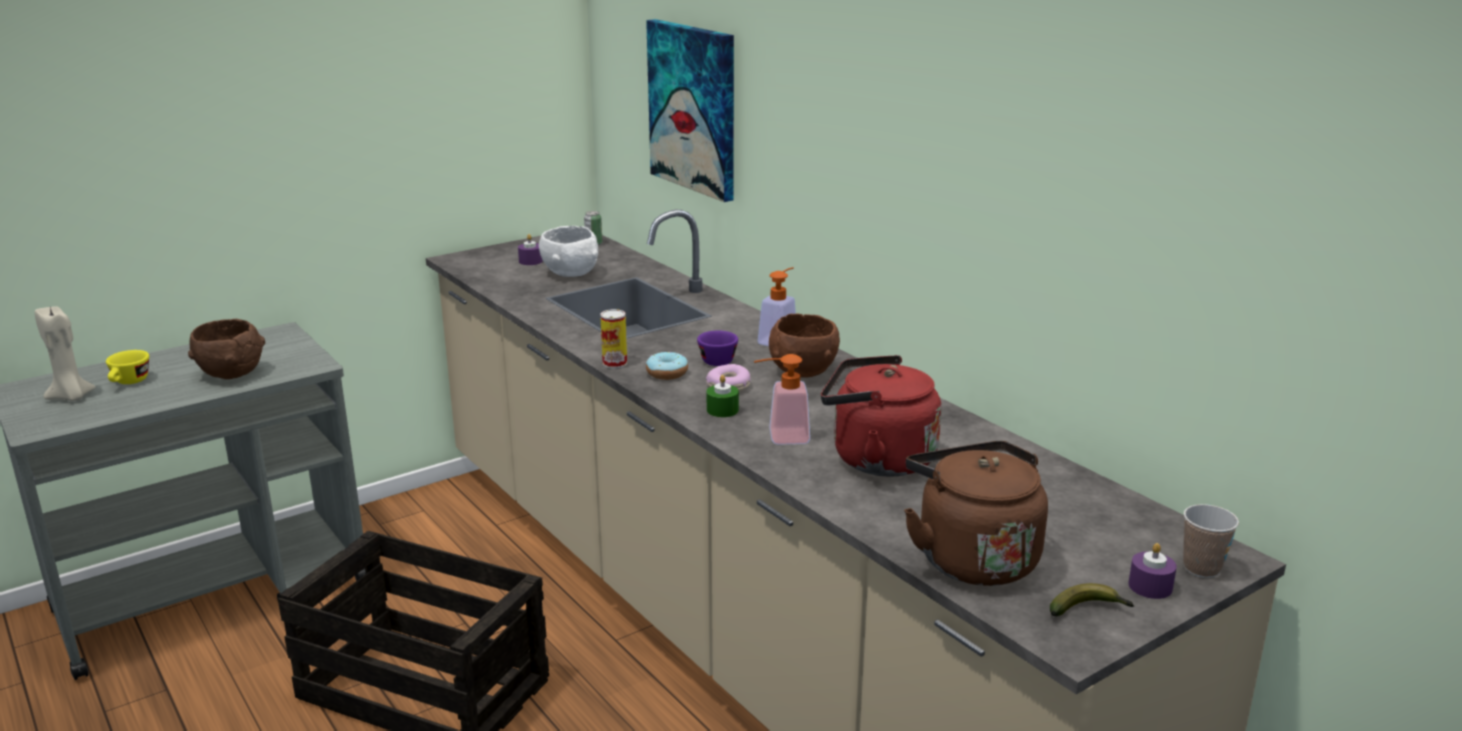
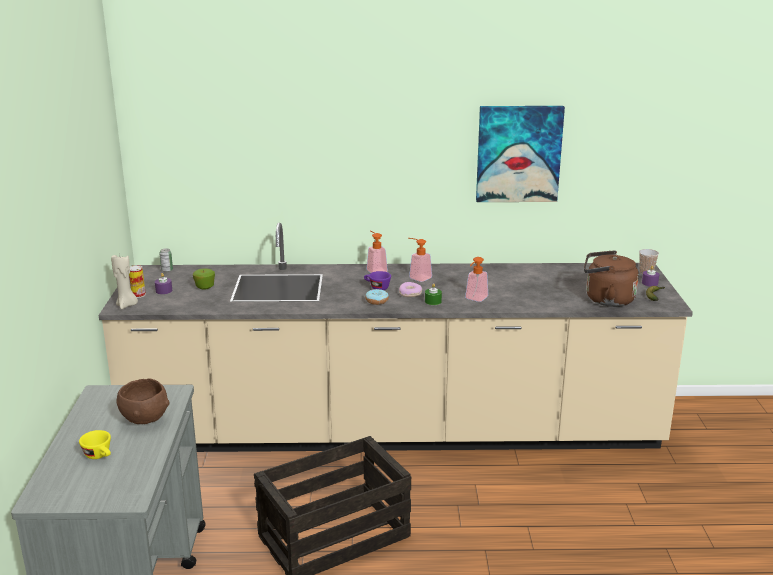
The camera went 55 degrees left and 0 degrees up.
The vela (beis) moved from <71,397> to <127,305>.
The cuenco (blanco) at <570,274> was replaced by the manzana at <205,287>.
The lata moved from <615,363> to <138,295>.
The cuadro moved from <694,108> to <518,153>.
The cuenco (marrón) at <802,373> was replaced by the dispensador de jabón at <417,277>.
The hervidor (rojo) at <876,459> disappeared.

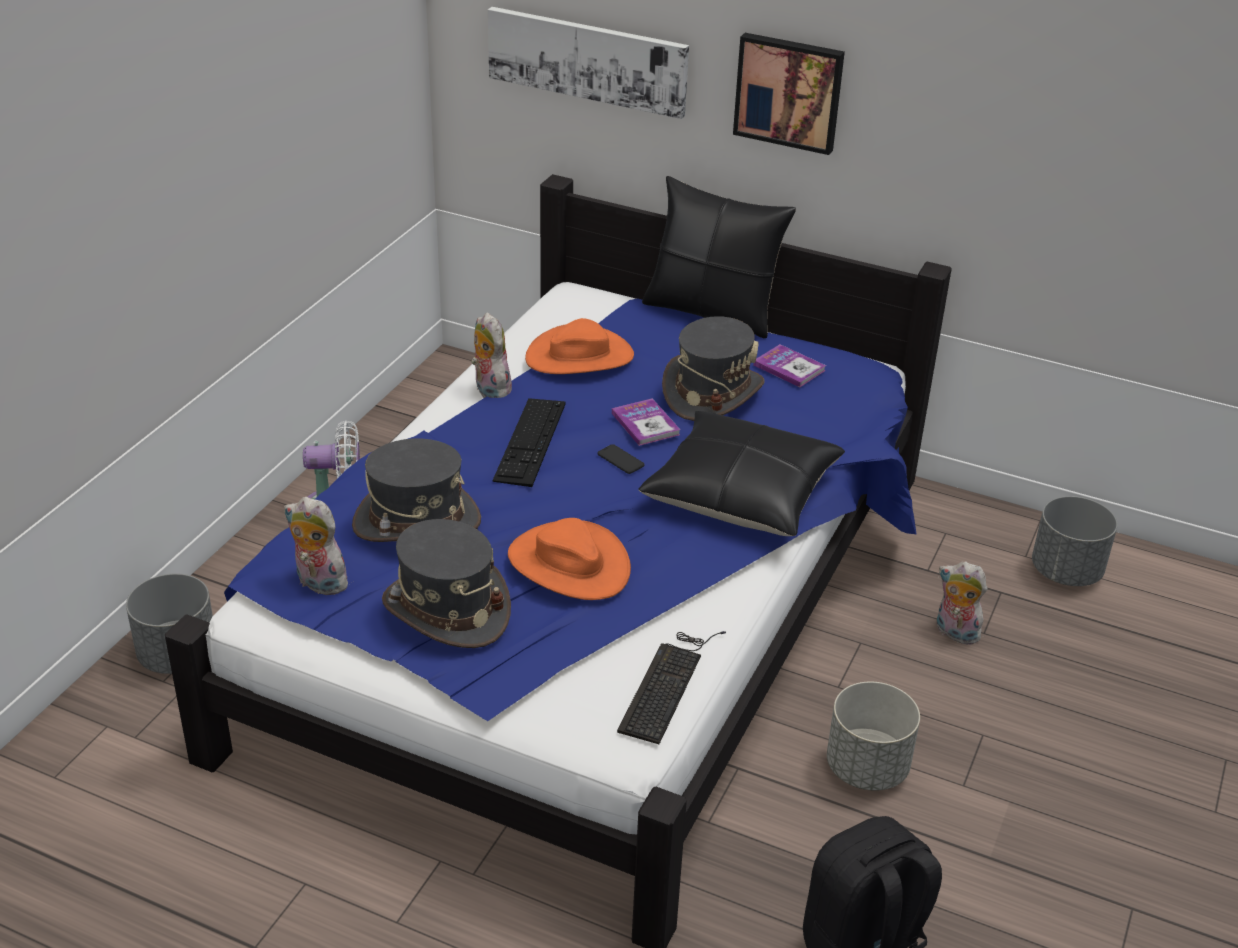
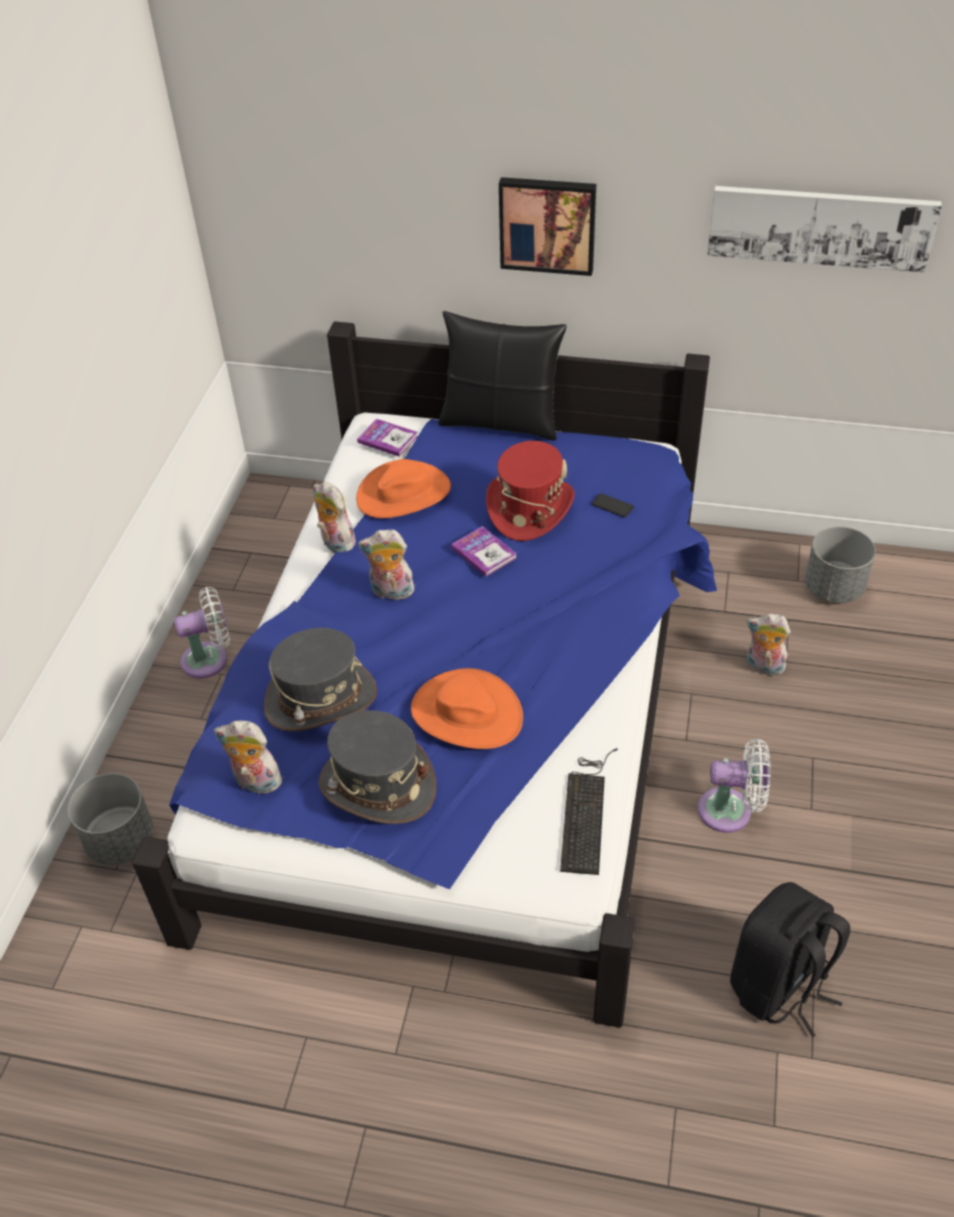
The camera went 10 degrees left and 10 degrees up.
The cuadro moved from <588,60> to <820,226>.
The teclado at <530,441> was replaced by the peluche at <391,592>.
The móvil moved from <620,460> to <612,506>.
The cojín (negro) at <741,493> disappeared.
The sombrero (gris) at <712,393> became the sombrero (rojo) at <529,508>.
The libro moved from <789,367> to <388,439>.
The maceta (gris) at <866,767> was replaced by the ventilador (blanco) at <731,811>.

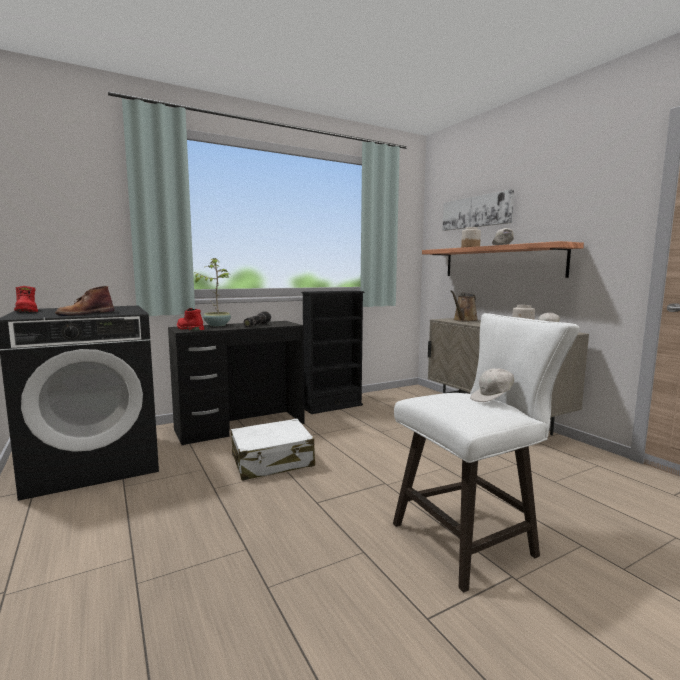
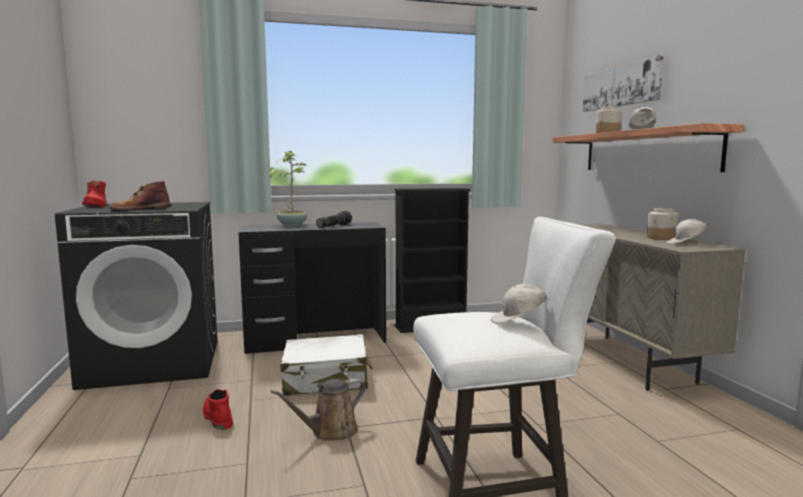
The camera went 15 degrees right and 0 degrees up.
The bota (rojo) moved from <189,329> to <216,417>.
The regadera (marrón) moved from <464,320> to <330,432>.

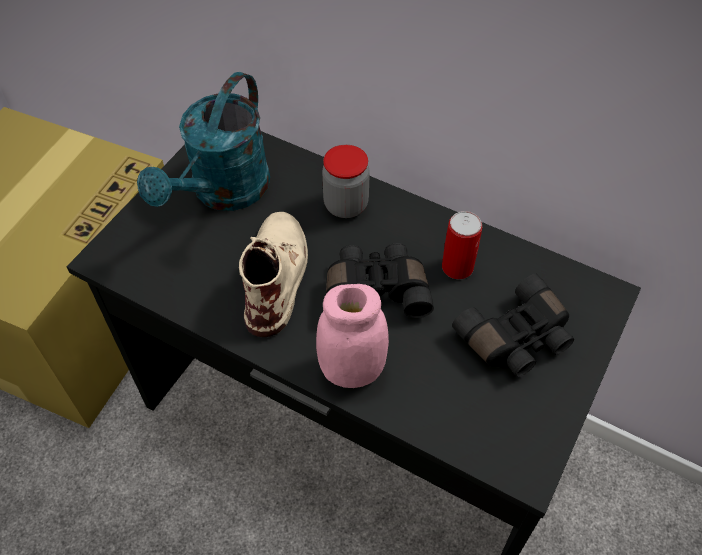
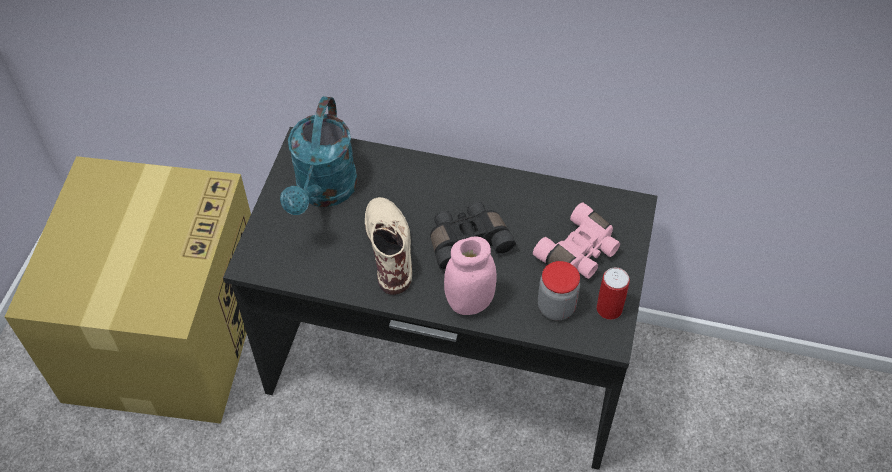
The camera went 15 degrees left and 0 degrees up.
The tarro moved from <346,205> to <556,307>.
The lata moved from <457,267> to <609,309>.
The prismáticos (negro) at <517,339> became the prismáticos (rosa) at <580,253>.

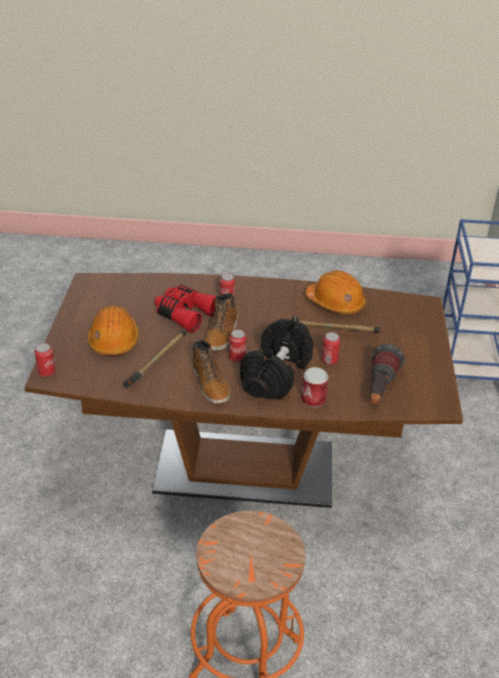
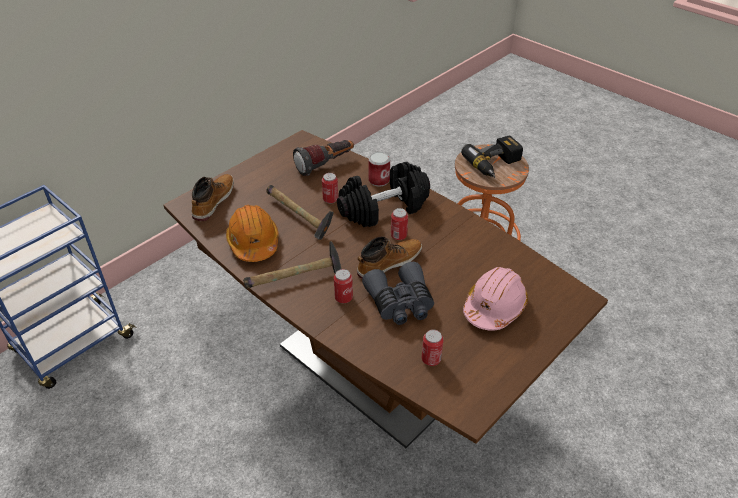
The camera went 140 degrees left and 5 degrees up.
The lata moved from <46,372> to <431,359>.
The casco (naranja) at <114,340> became the casco (rosa) at <494,307>.
The martillo moved from <155,367> to <296,278>.
The prismáticos (rojo) at <185,314> became the prismáticos (gris) at <400,303>.
The bota moved from <211,384> to <213,201>.
The taladro at <495,165> appeared.

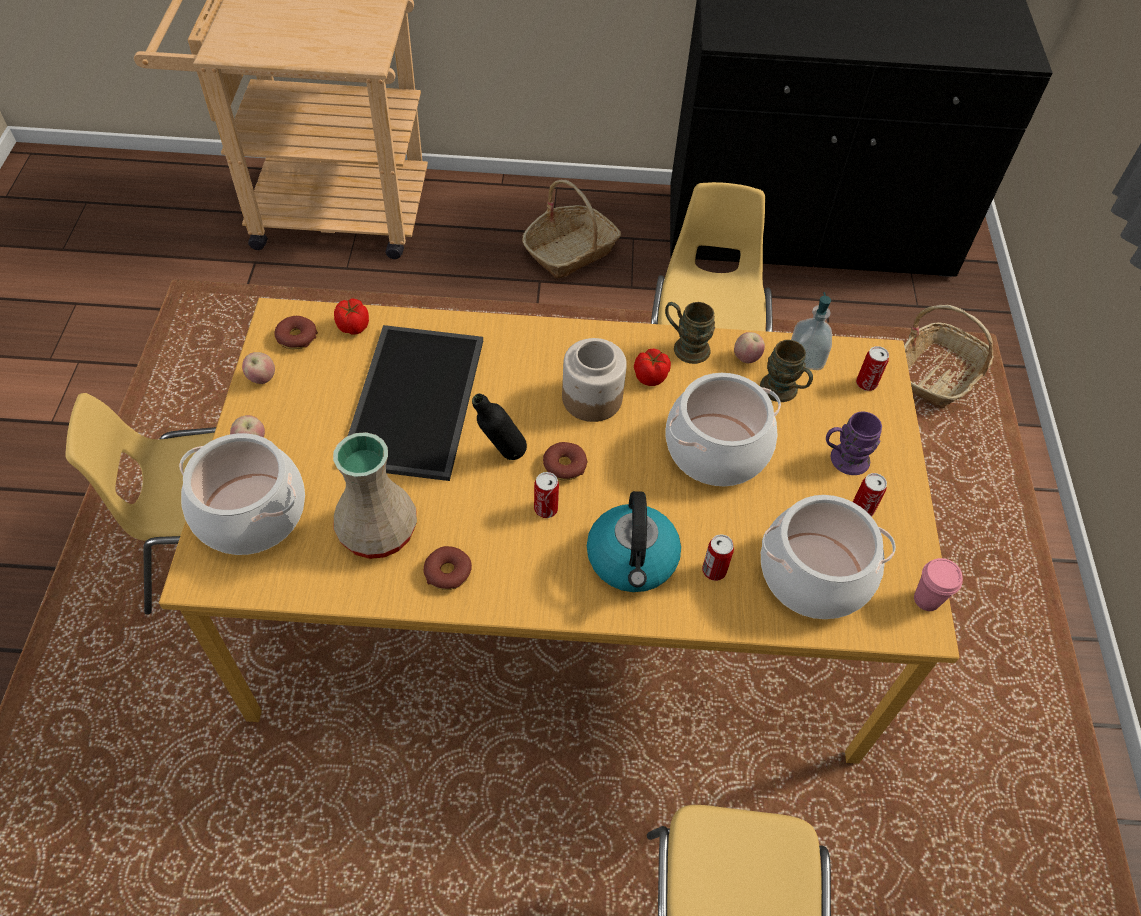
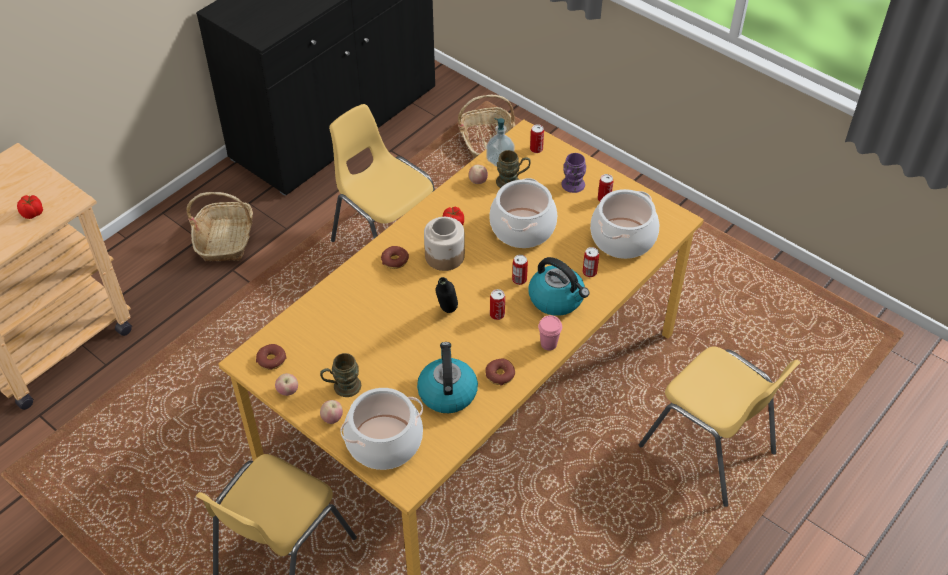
The camera went 50 degrees left and 5 degrees down.
The florero (beis) at <376,531> was replaced by the hervidor at <447,392>.
The tomate moved from <353,327> to <33,213>.
The bandeja at <412,399> disappeared.
The rosquilla moved from <564,466> to <395,260>.
The taza grande (marrón) moved from <685,347> to <342,388>.
The taza (rosa) moved from <927,599> to <548,344>.
The lata at <519,280> appeared.

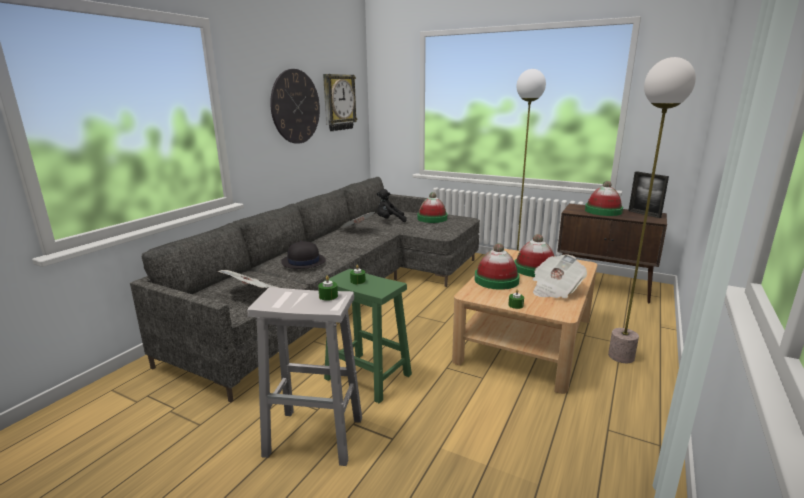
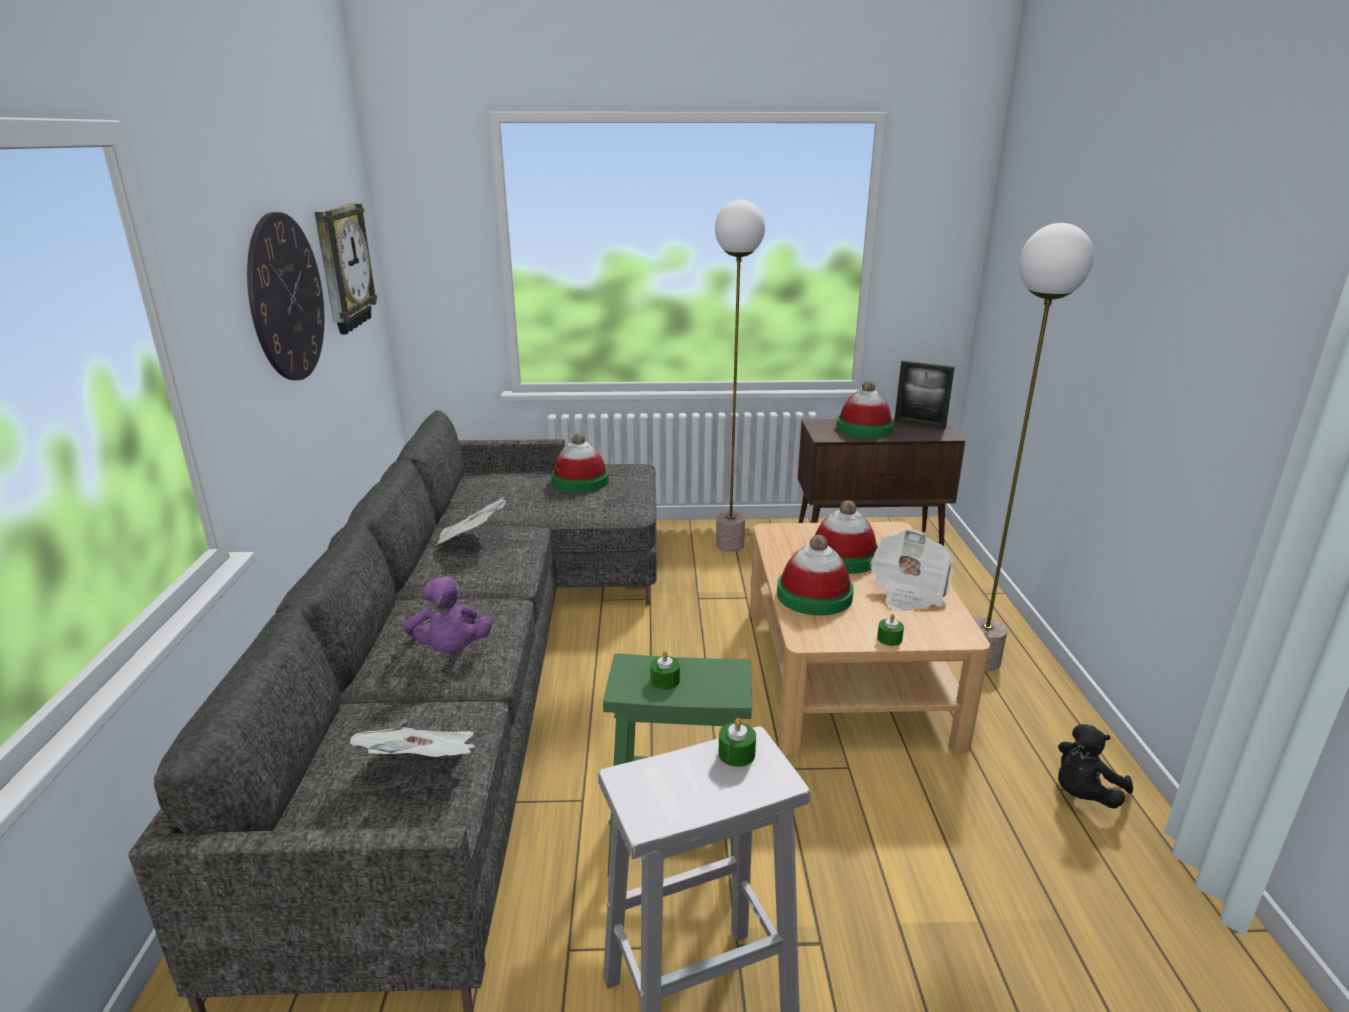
The camera went 30 degrees left and 5 degrees up.
The sombrero (negro) at <303,262> was replaced by the peluche (morado) at <450,650>.
The peluche (negro) moved from <389,221> to <1083,794>.

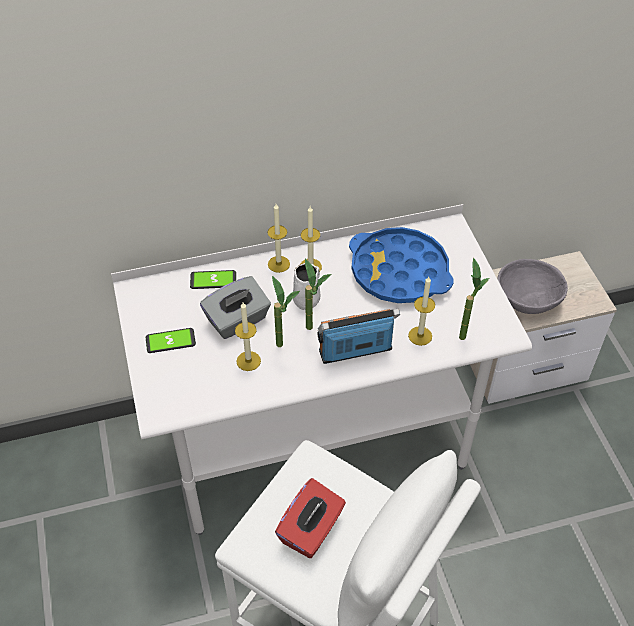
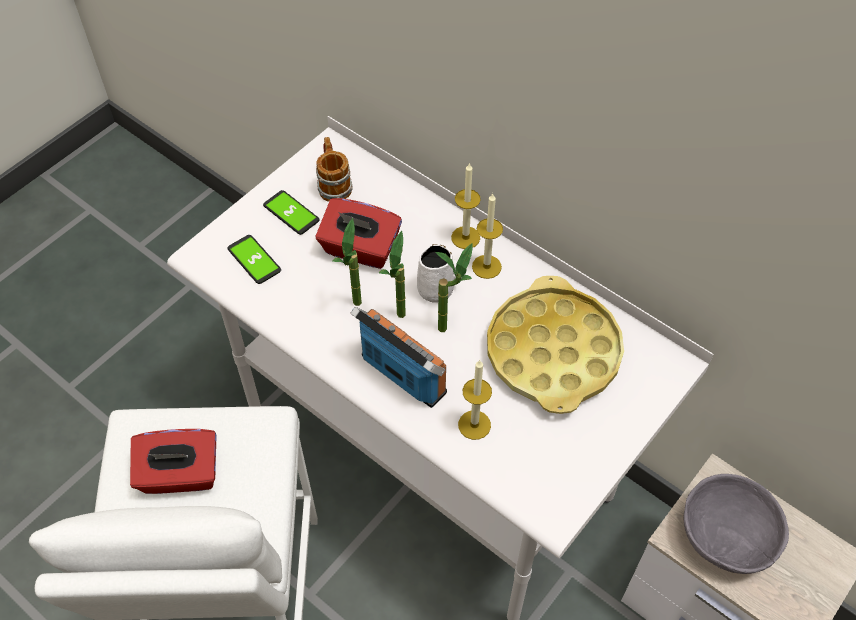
The camera went 55 degrees right and 5 degrees up.
The móvil moved from <213,280> to <254,260>.
The caja de pañuelos (gris) at <237,320> became the caja de pañuelos (rojo) at <360,249>.
The vela at <248,361> disappeared.
The bandeja (azul) at <399,272> became the bandeja (amarillo) at <552,352>.
The planta en maceta moved from <463,331> to <451,326>.
The taza grande at <334,184> appeared.

